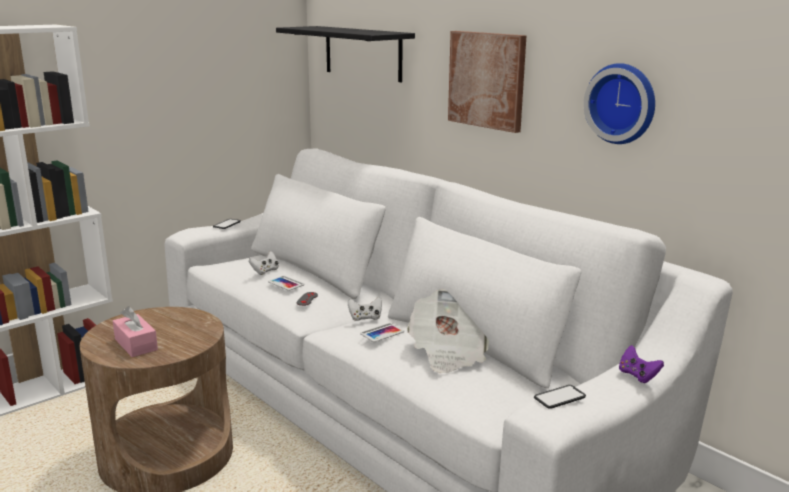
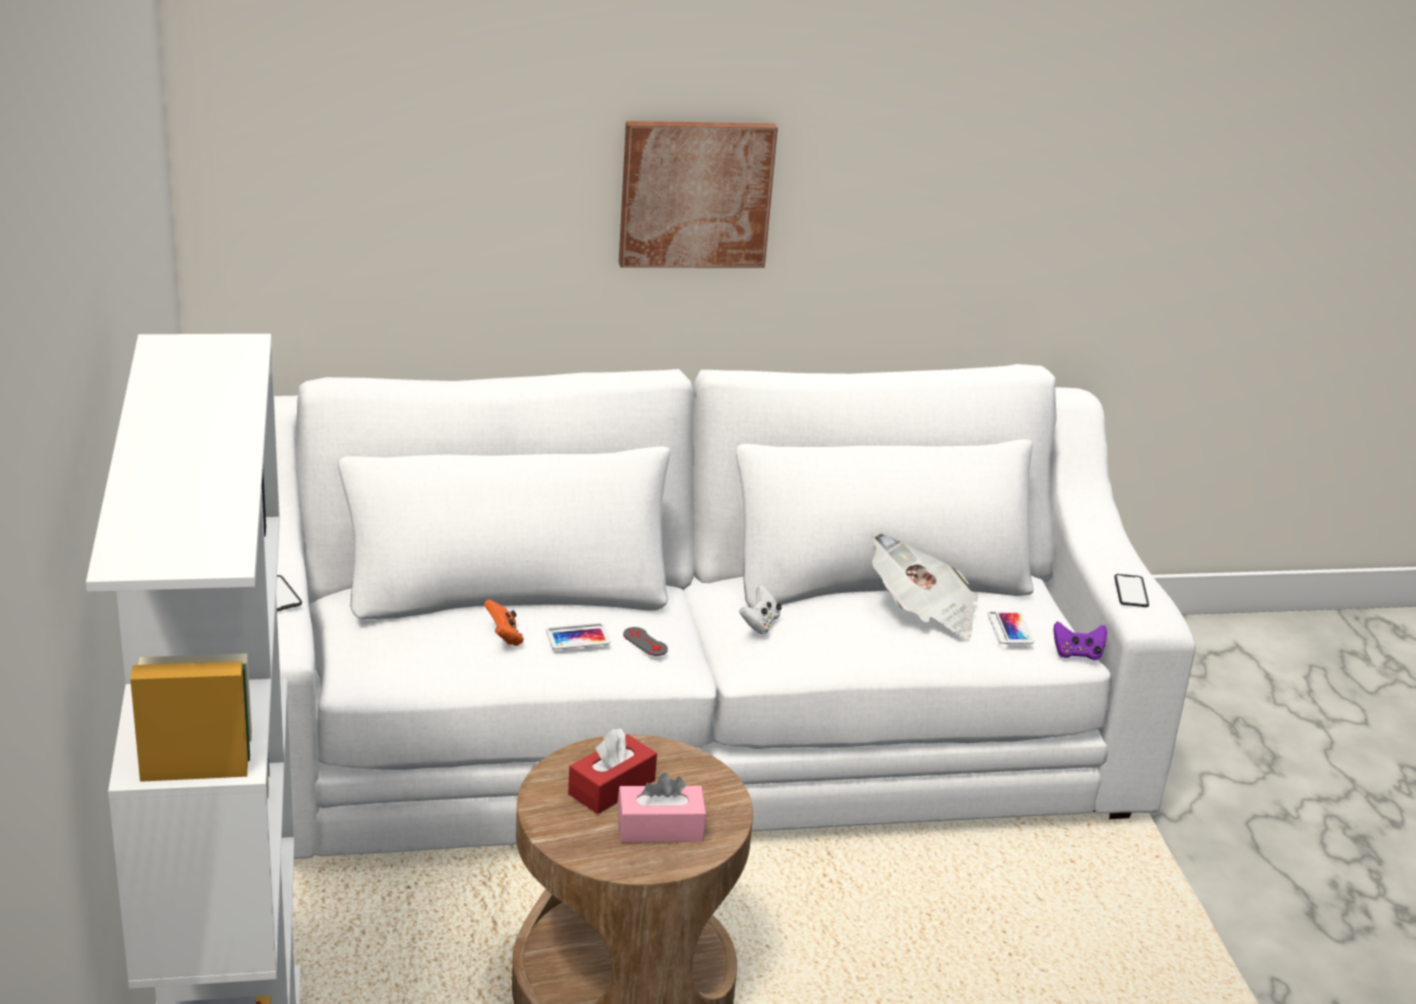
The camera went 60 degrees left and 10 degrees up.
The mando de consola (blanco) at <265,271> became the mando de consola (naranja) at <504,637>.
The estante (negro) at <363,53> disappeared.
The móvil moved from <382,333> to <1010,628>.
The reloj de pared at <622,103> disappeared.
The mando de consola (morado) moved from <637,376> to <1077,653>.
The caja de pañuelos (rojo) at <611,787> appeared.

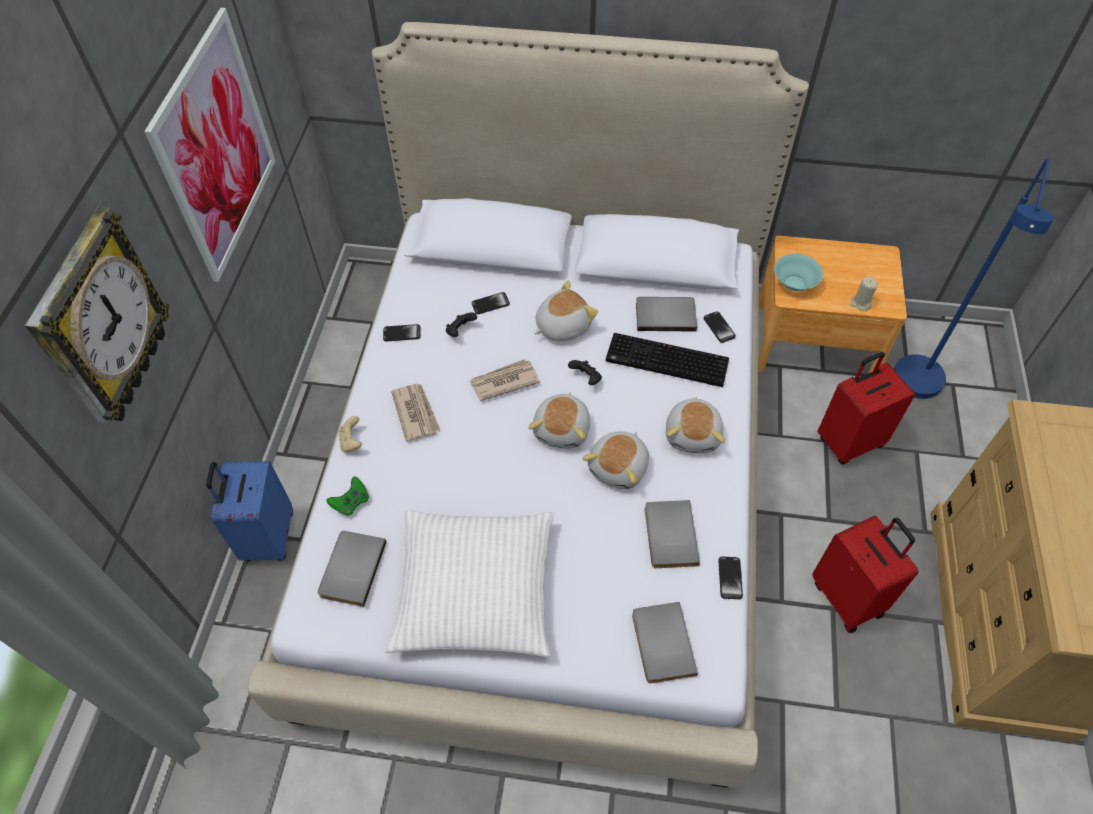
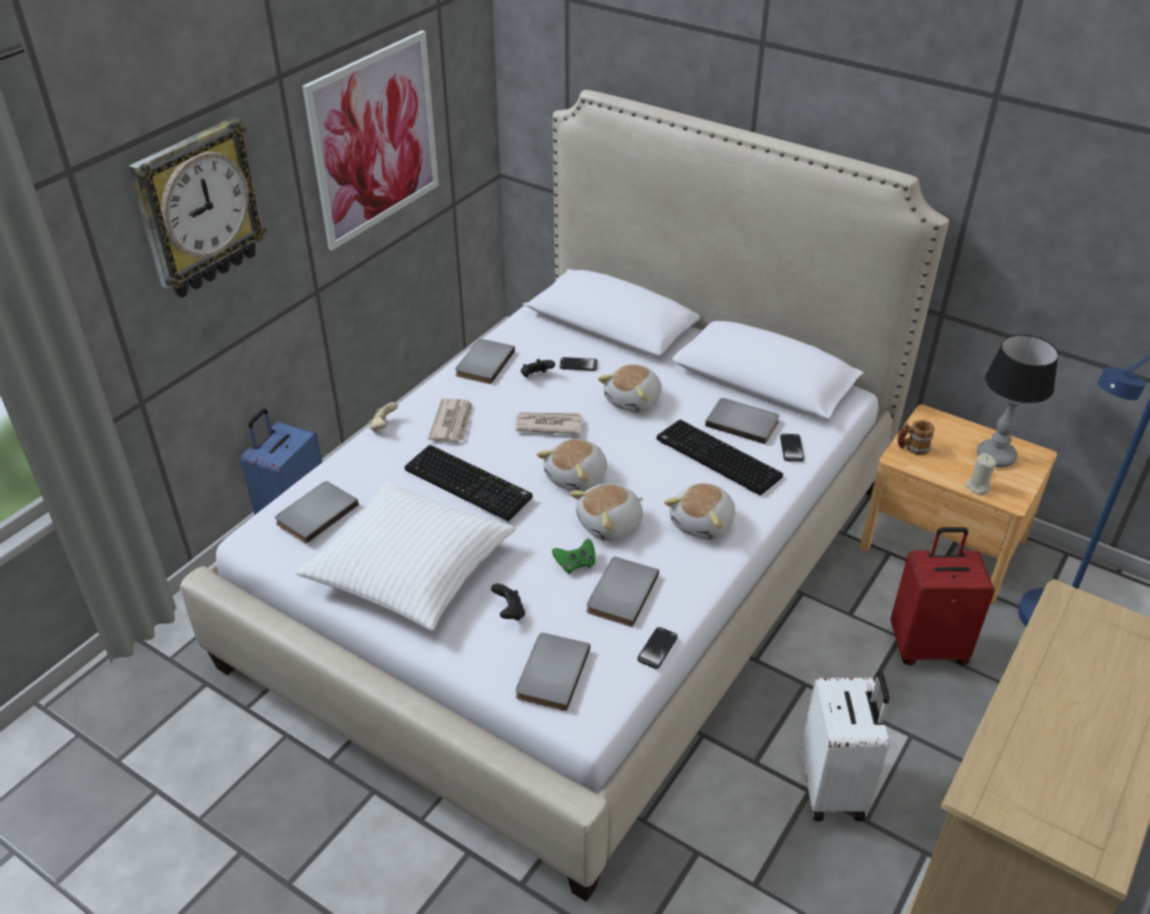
The camera went 25 degrees right and 15 degrees down.
The mando de consola (verde) moved from <351,502> to <575,564>.
The móvil at <402,333> was replaced by the libro (gris) at <483,363>.
The peluche at <562,325> turned 135 degrees clockwise.
The mando de consola (negro) moved from <586,378> to <509,612>.
The cuenco (turquesa) at <794,283> was replaced by the taza grande at <912,448>.
The maleta (rojo) at <848,597> became the maleta (blanco) at <834,788>.
The teclado at <470,483> appeared.
The lámpara de mesa at <996,457> appeared.

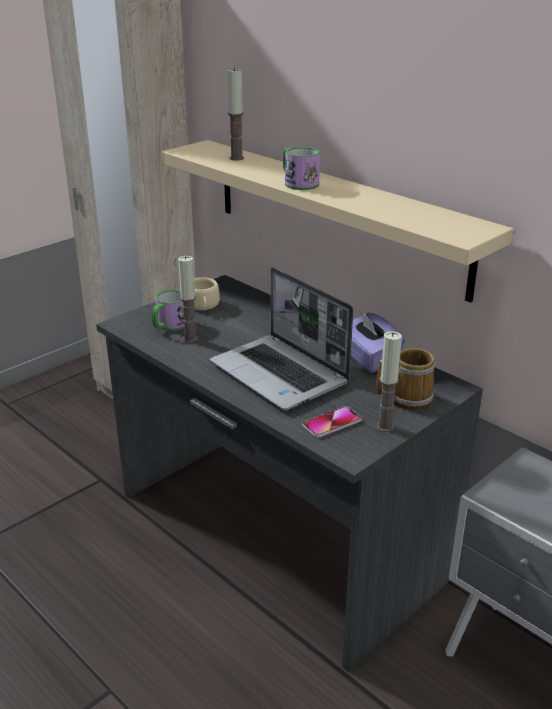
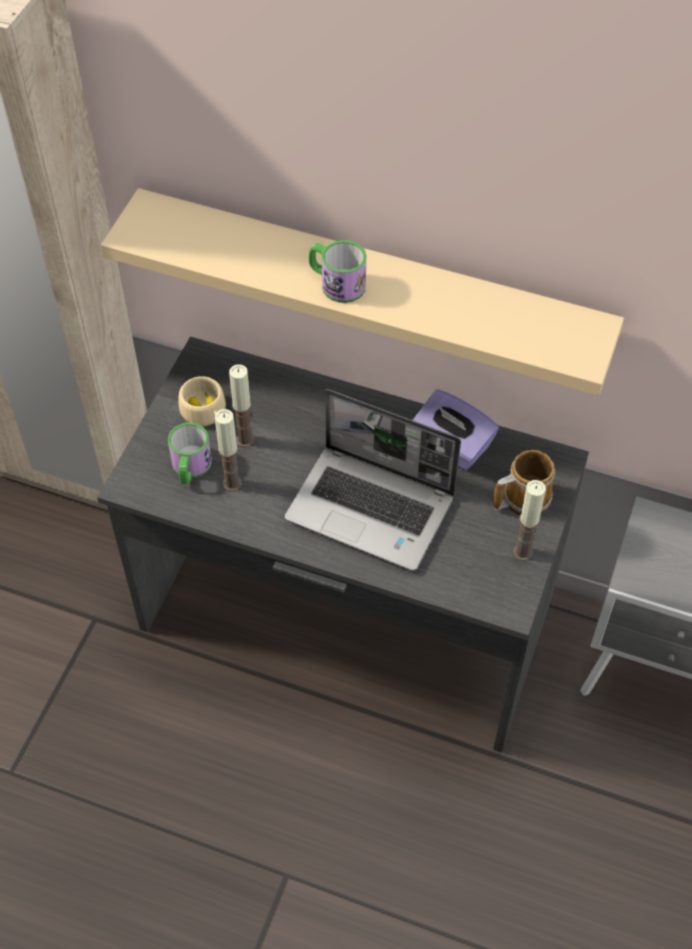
The camera went 25 degrees left and 25 degrees up.
The vela moved from <236,158> to <245,439>.
The móvil at <331,423> disappeared.

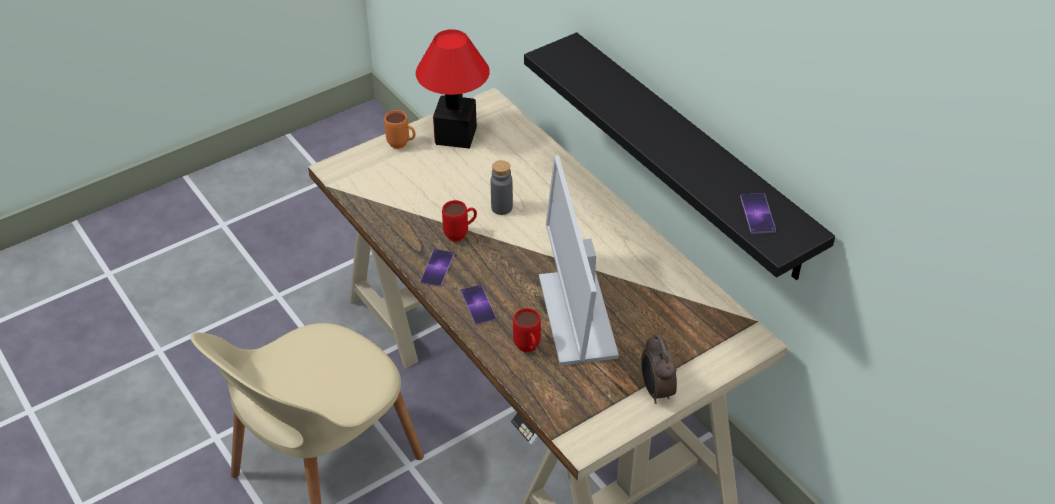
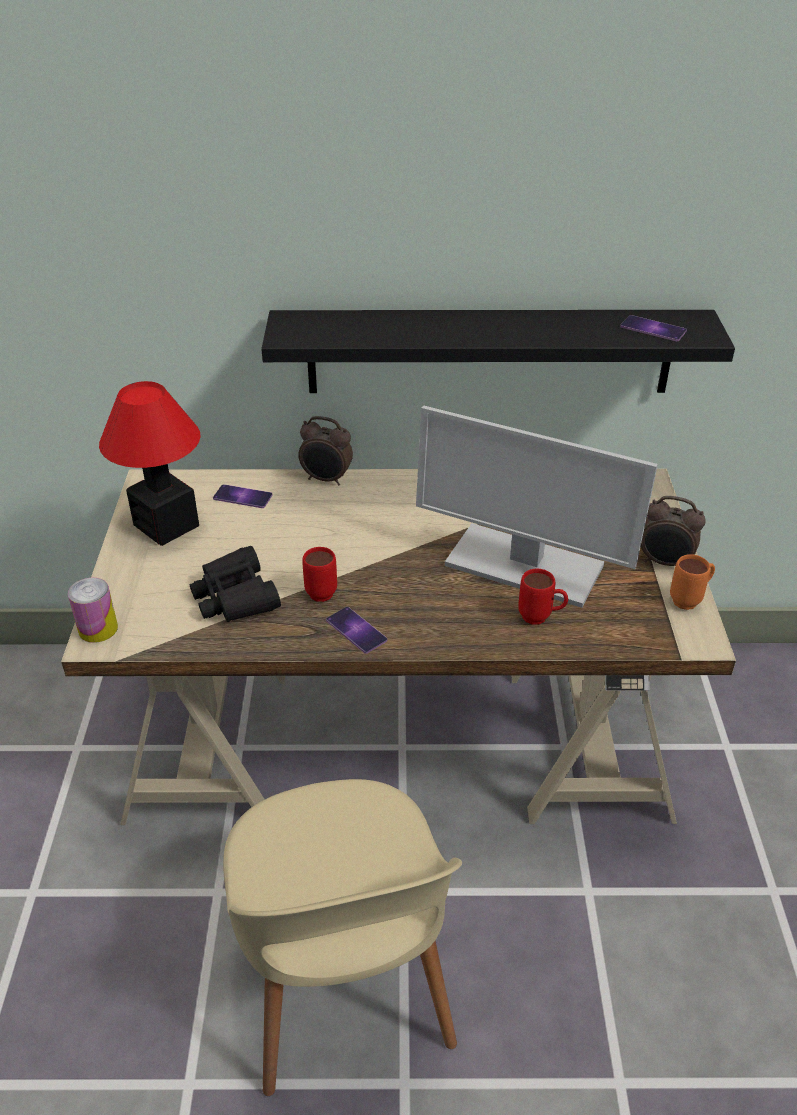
The camera went 55 degrees left and 5 degrees down.
The taza grande (naranja) moved from <402,145> to <690,600>.
The móvil moved from <478,305> to <242,496>.
The botella (gris) at <502,207> disappeared.
The lata at <98,629> appeared.
The prismáticos (negro) at <235,597> appeared.
The despertador at <326,479> appeared.

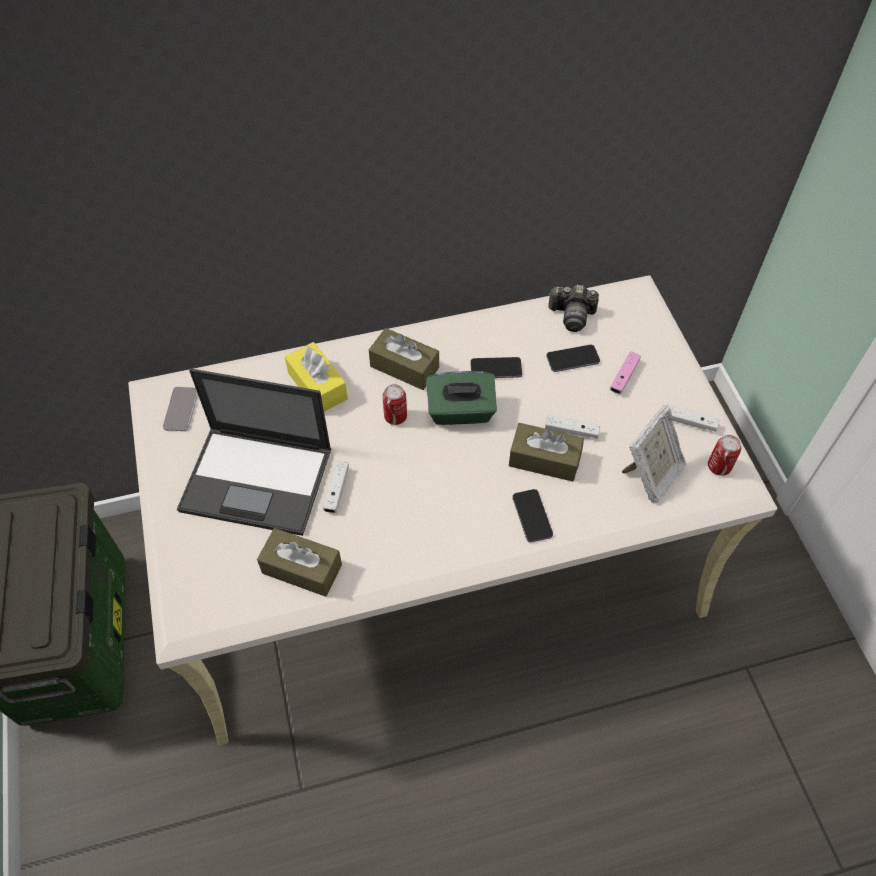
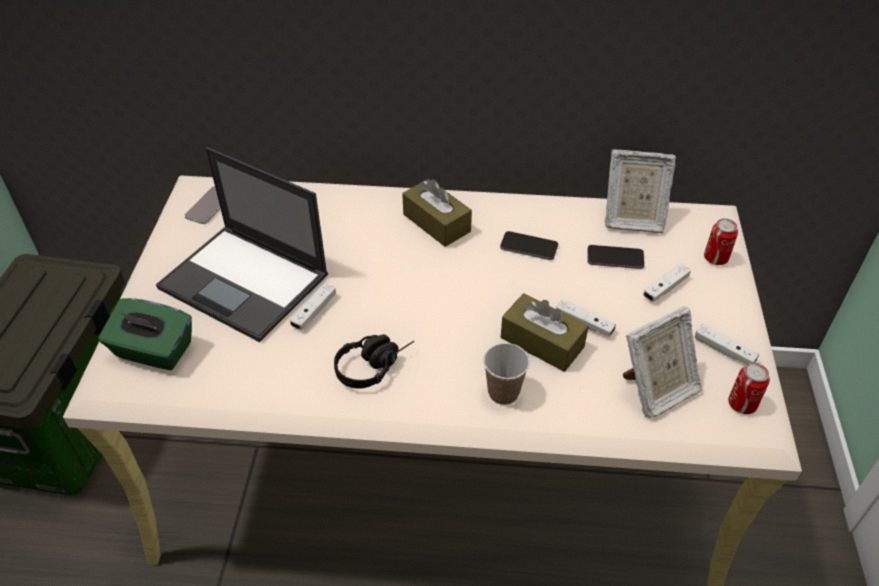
The camera went 20 degrees right and 10 degrees down.
The caja de pañuelos (marrón) at <302,569> disappeared.
The caja de pañuelos (amarillo) at <317,386> disappeared.
The lata moved from <395,416> to <715,258>.
The caja de pañuelos (verde) moved from <461,412> to <153,351>.
The móvil at <532,516> was replaced by the taza at <503,393>.
The cámara at <572,315> was replaced by the portarretratos at <632,219>.
The mando de consola (rosa) at <624,377> became the mando de consola (blanco) at <665,288>.
The auriculares (negro) at <374,364> appeared.

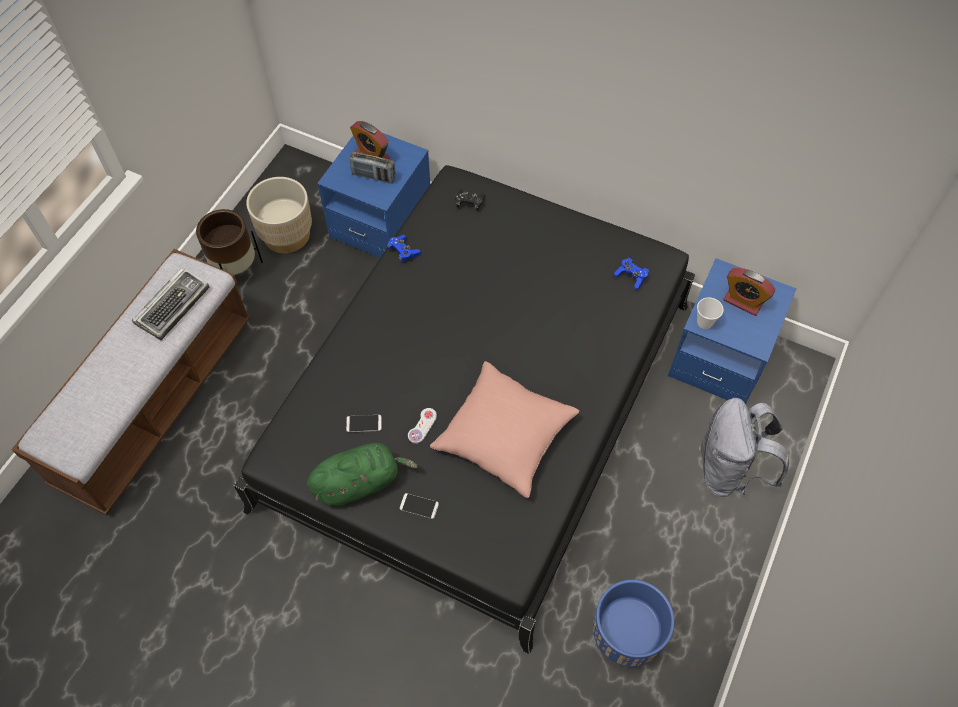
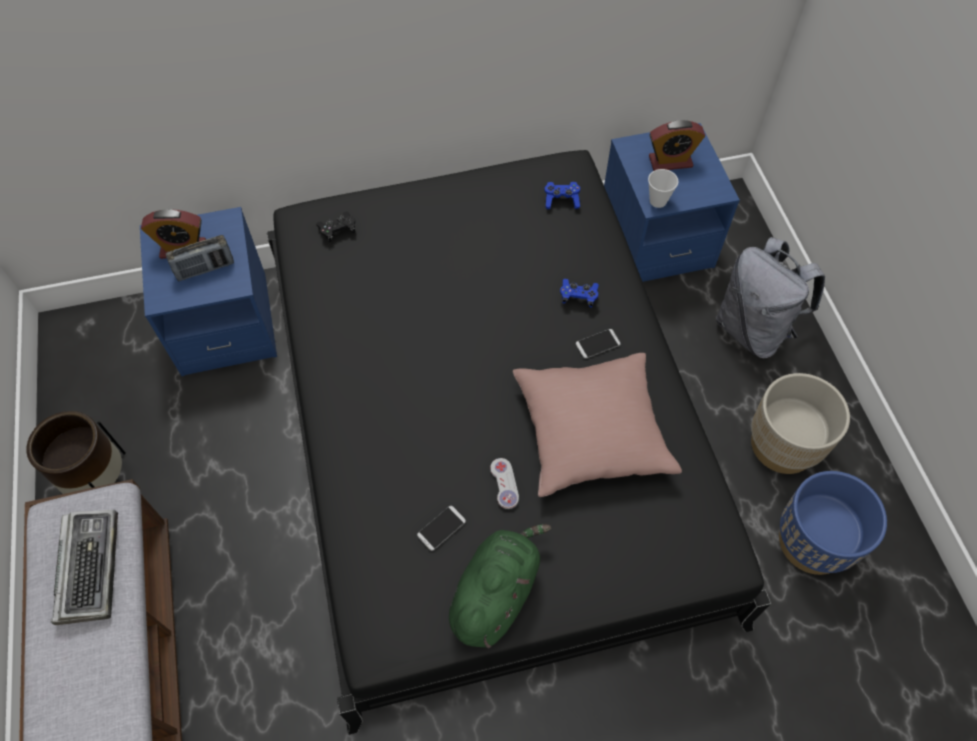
The camera went 40 degrees left and 0 degrees up.
The maceta (beis) moved from <286,235> to <782,445>.
The mando de consola (azul) moved from <403,251> to <578,296>.
The móvil moved from <419,506> to <598,344>.

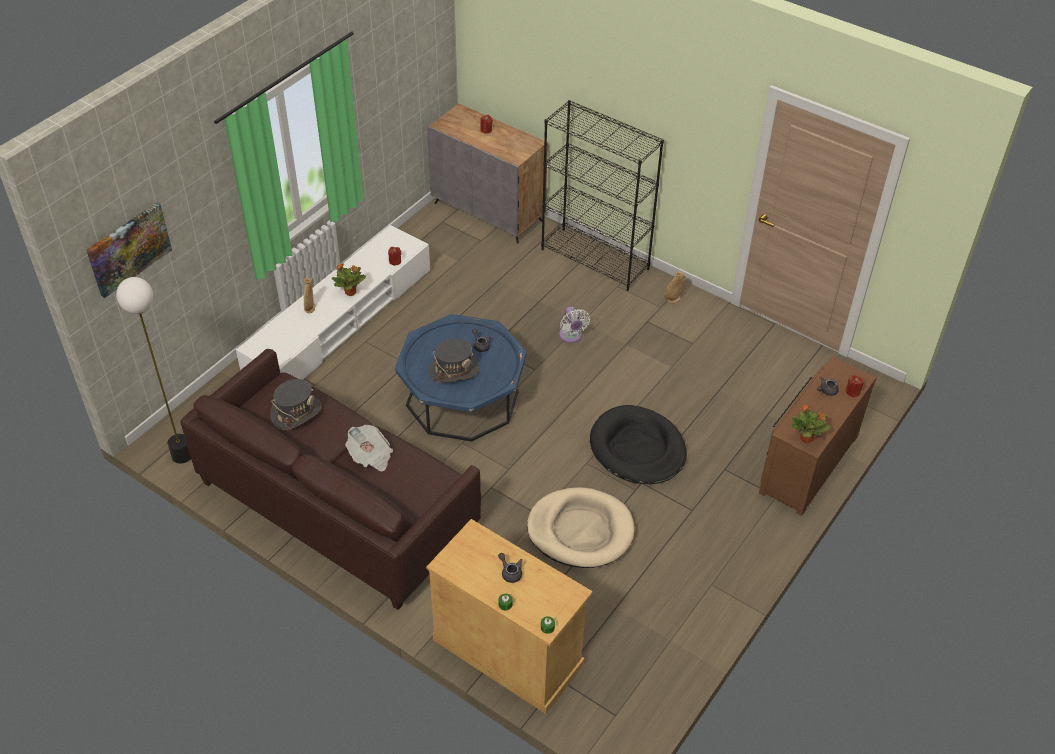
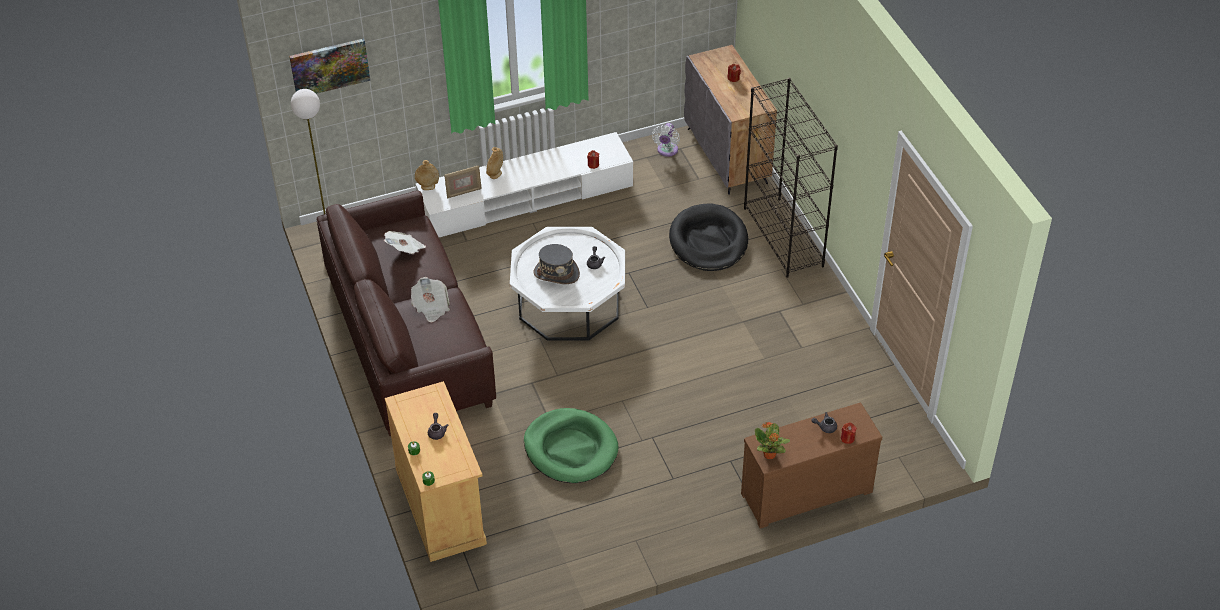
The camera went 35 degrees right and 0 degrees up.
The sombrero (gris) at <296,413> was replaced by the periódico at <405,250>.
The planta en maceta at <351,292> disappeared.
The mesa de centro (azul) at <462,399> became the mesa de centro (blanco) at <569,304>.
The cama para perro (beis) at <580,530> became the cama para perro (verde) at <571,449>.
The ventilador (blanco) moved from <571,336> to <667,151>.
The cama para perro (negro) moved from <637,449> to <708,241>.
The florero (beis) moved from <673,299> to <428,187>.
The portarretratos at <463,192> appeared.

